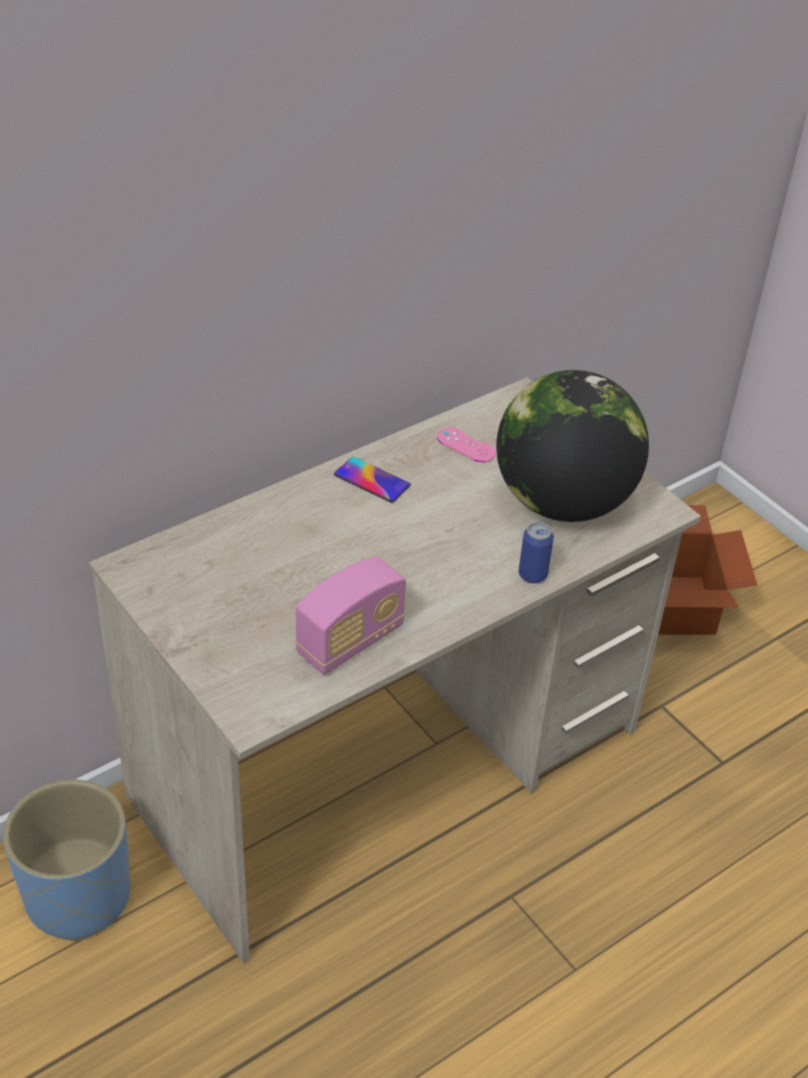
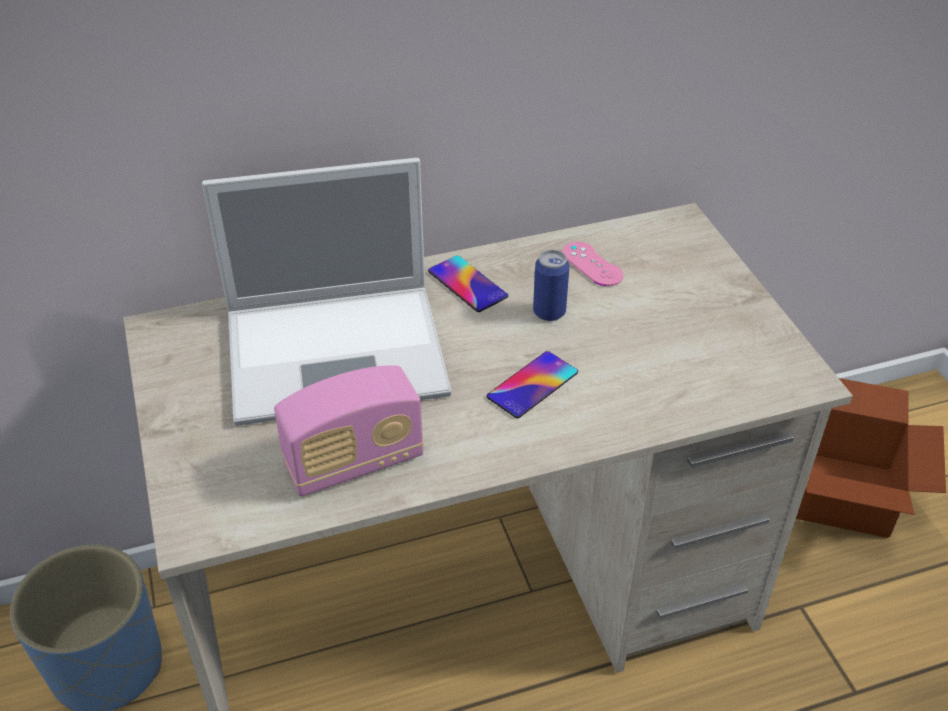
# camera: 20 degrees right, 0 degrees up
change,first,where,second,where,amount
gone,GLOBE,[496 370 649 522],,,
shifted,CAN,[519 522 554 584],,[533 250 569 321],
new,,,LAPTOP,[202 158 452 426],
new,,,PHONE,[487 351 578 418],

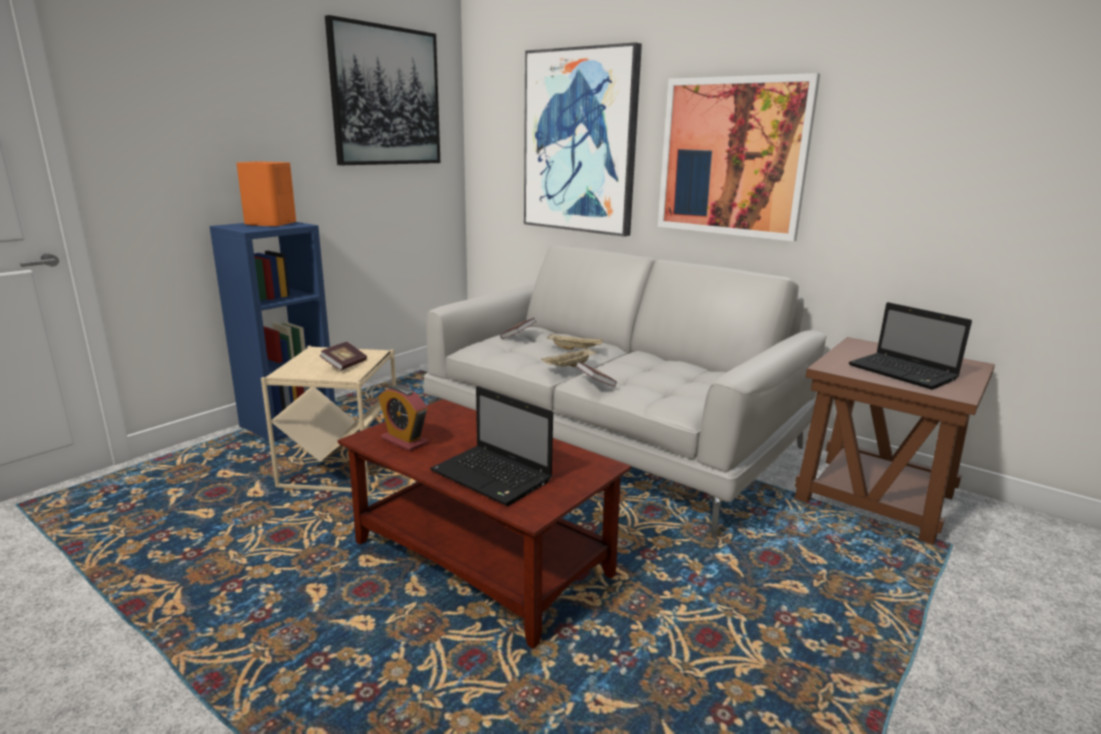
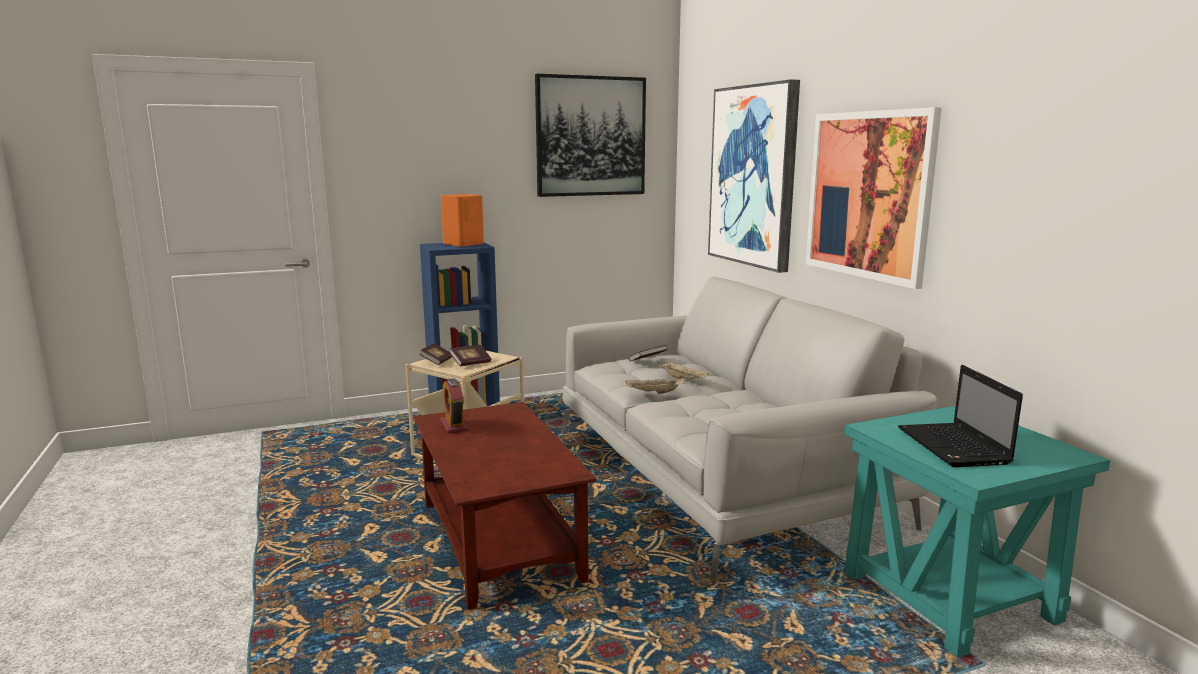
# camera: 30 degrees right, 5 degrees down
change,first,where,second,where,amount
gone,LAPTOP,[430 386 553 506],,,
shifted,BOOK,[576 361 617 387],,[419 343 452 365],
repainted,BROWN SIDE TABLE,[795 337 995 545],TURQUOISE SIDE TABLE,[844 406 1110 657],

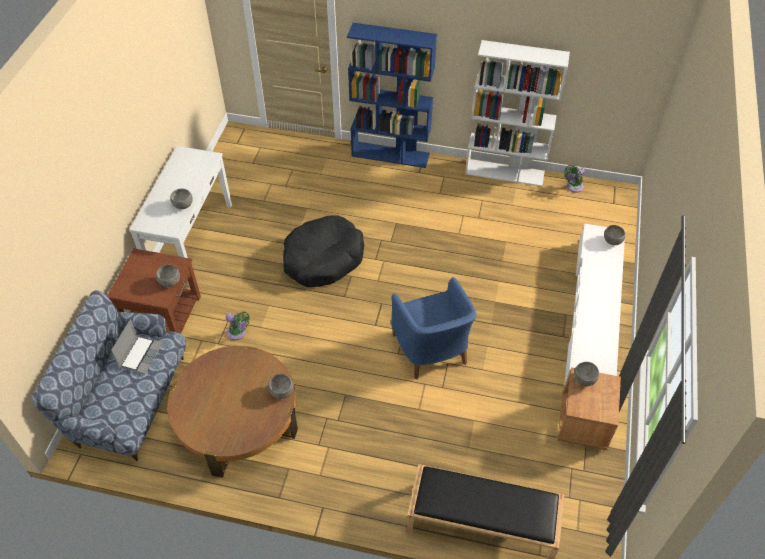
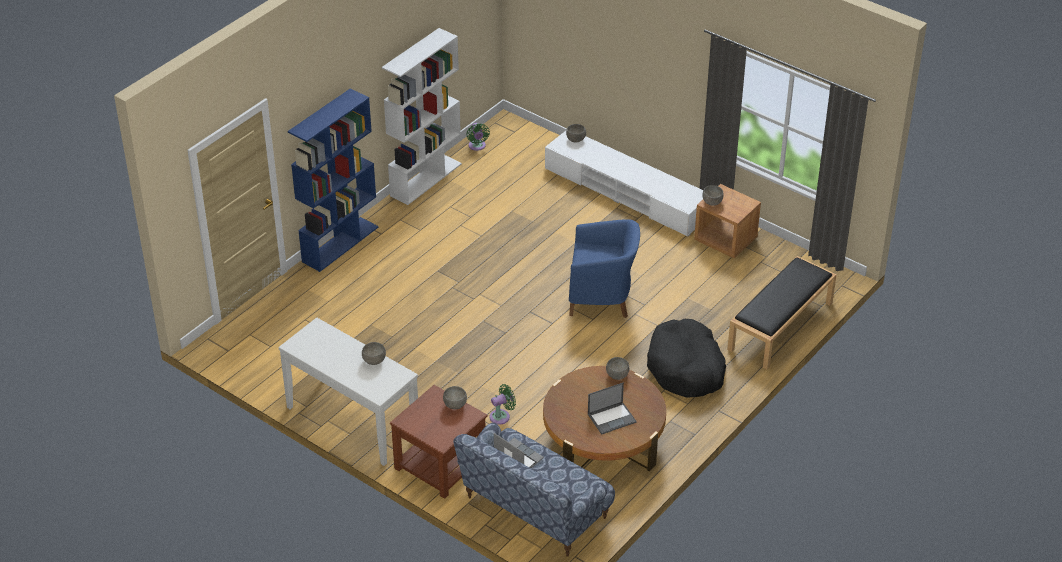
# camera: 65 degrees left, 10 degrees down
change,first,where,second,where,amount
shifted,BLACK DOG BED,[283 216 364 287],,[647 319 726 398],
new,,,LAPTOP,[588 382 637 435],

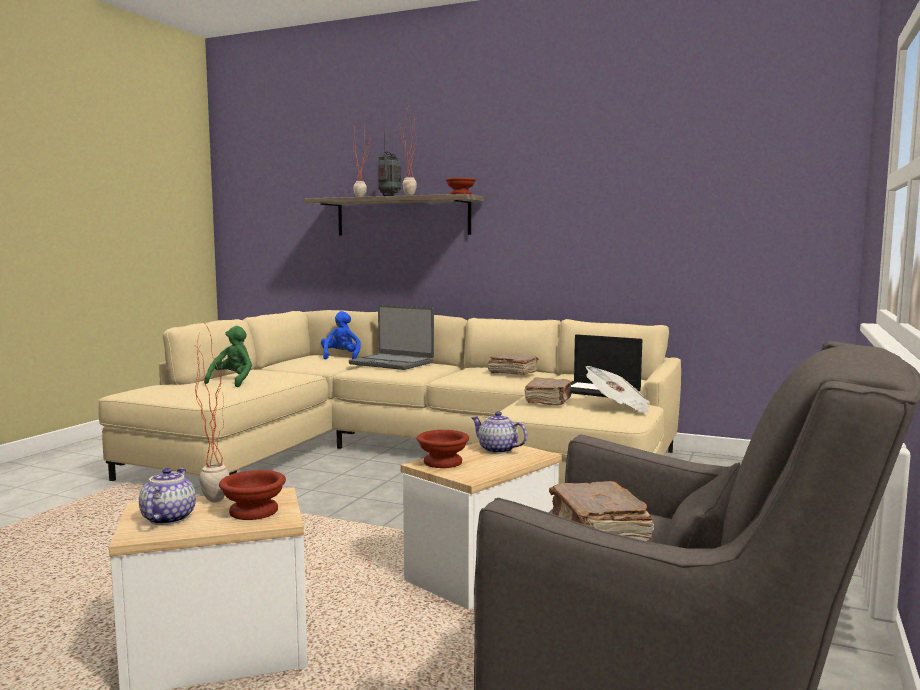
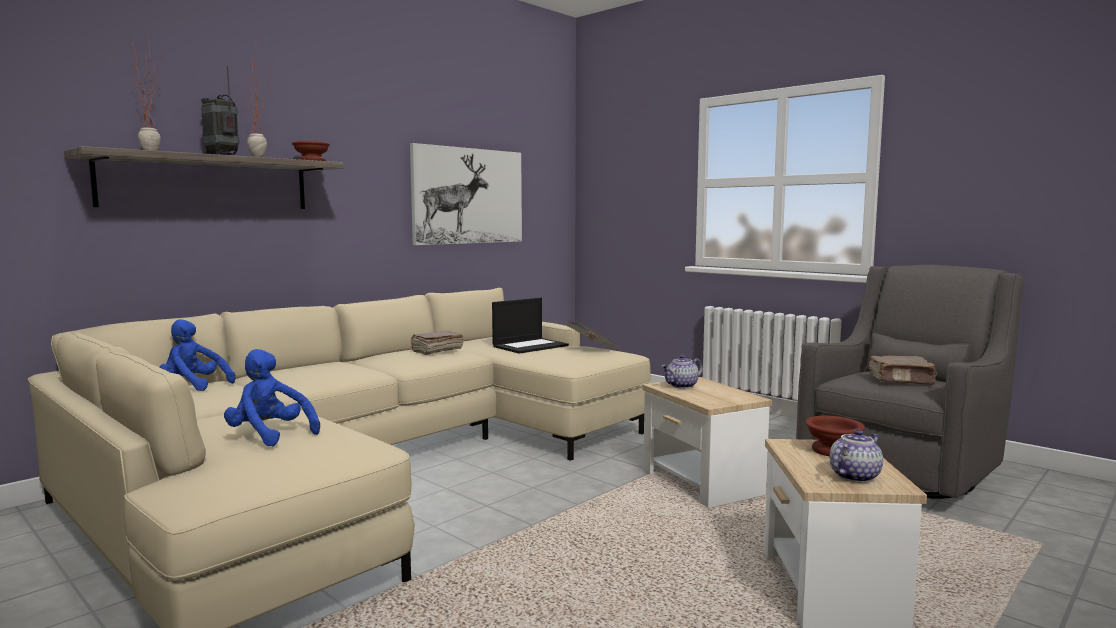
# camera: 70 degrees left, 0 degrees up
change,first,where,second,where,amount
rotated,TEAPOT,[139 468 196 525],,[830 429 883 483],120 degrees clockwise
gone,POTTED PLANT,[195 324 229 503],,,
repainted,GREEN PLUSH TOY,[204 326 252 387],BLUE PLUSH TOY,[224 349 320 446],
gone,LAPTOP,[349 305 434 370],,,
gone,BROWN BOWL,[417 430 469 468],,,
gone,BROWN BOOK,[525 377 571 406],,,
new,,,PICTURE,[410 143 522 245],

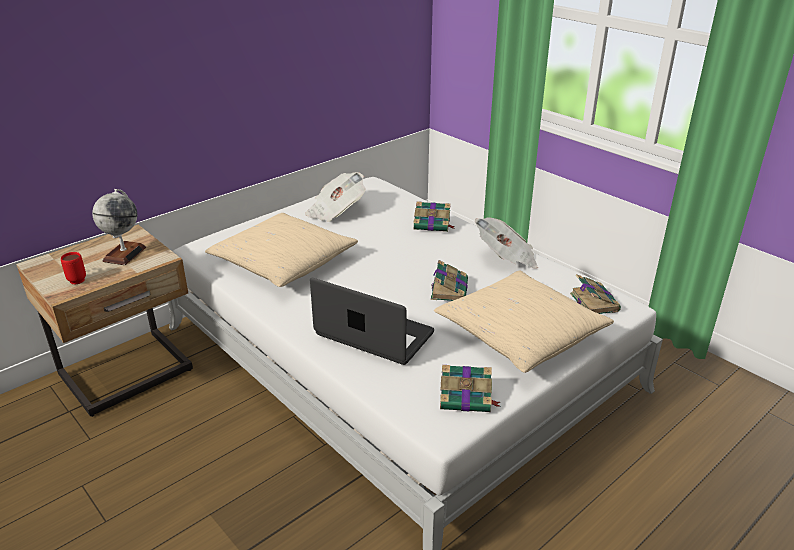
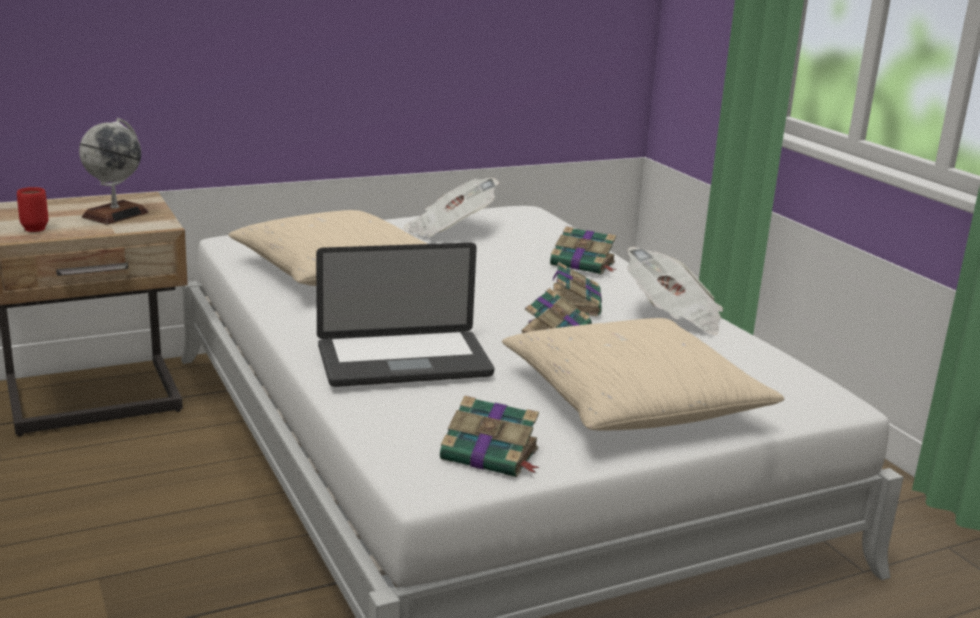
# camera: 15 degrees right, 10 degrees down
change,first,where,second,where,amount
rotated,LAPTOP,[310 278 434 365],,[316 243 494 387],120 degrees clockwise
shifted,BOOK,[570 274 621 314],,[553 262 602 316],

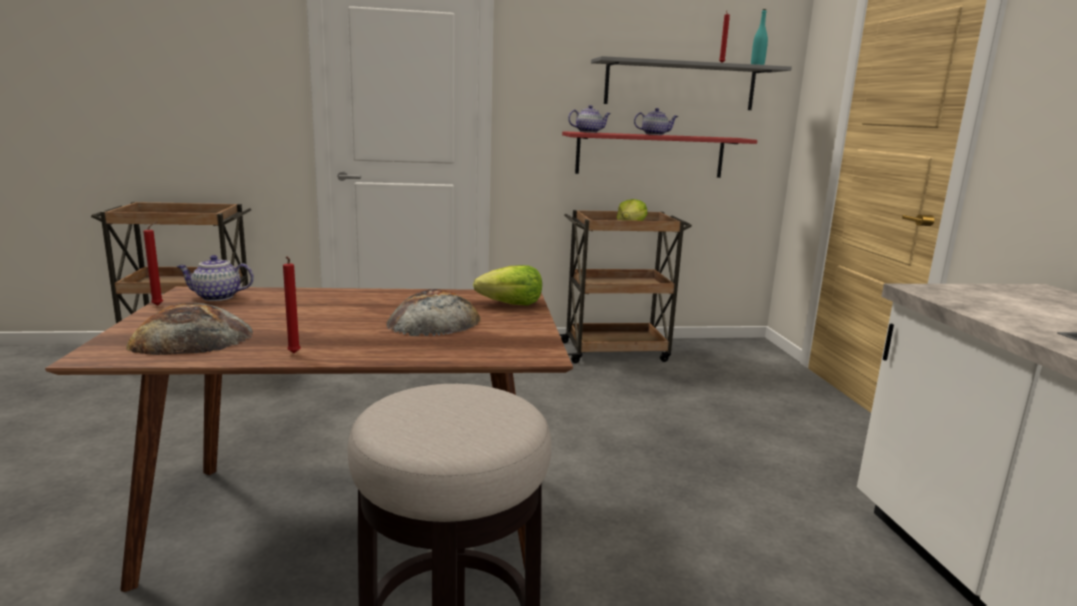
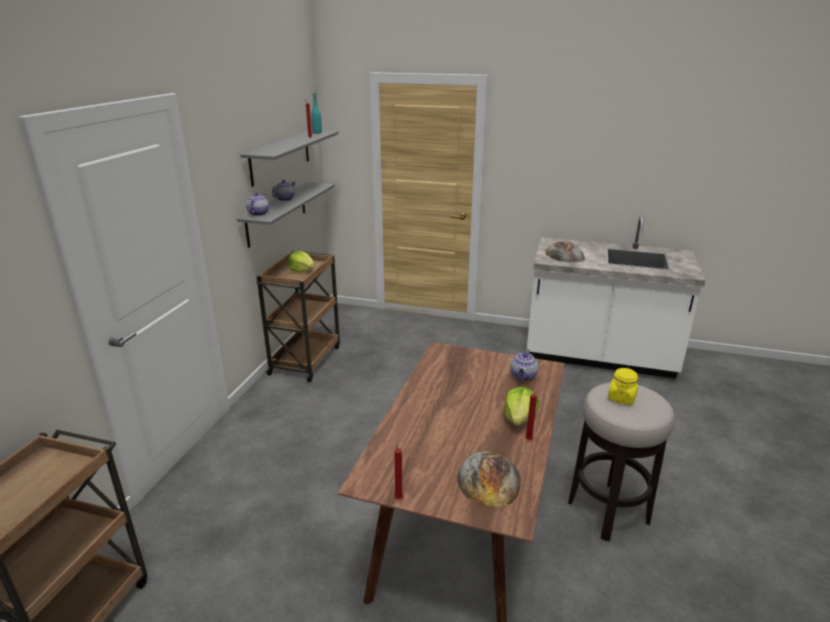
# camera: 65 degrees left, 10 degrees up
change,first,where,second,where,amount
shifted,TEAPOT,[176 255 254 301],,[510 349 539 381],
shifted,BREAD,[386 289 481 336],,[545 242 585 263],
shifted,LETTUCE,[473 265 542 306],,[503 387 539 426],
repainted,RED SHELF,[562 131 757 178],GREY SHELF,[237 182 335 248],
new,,,YELLOW JAR,[608 368 638 405],

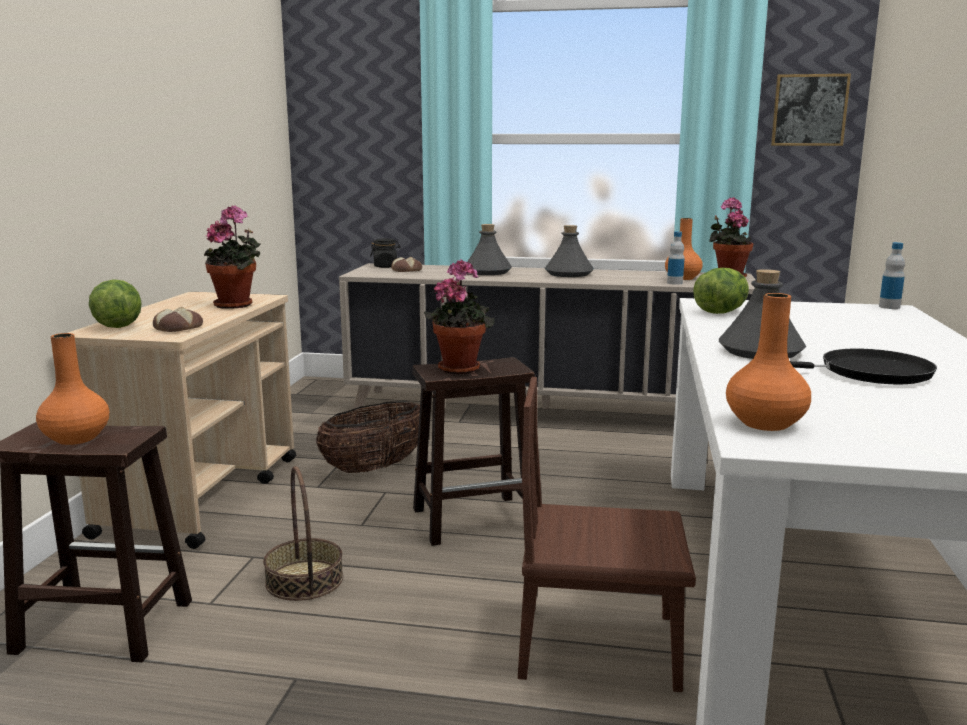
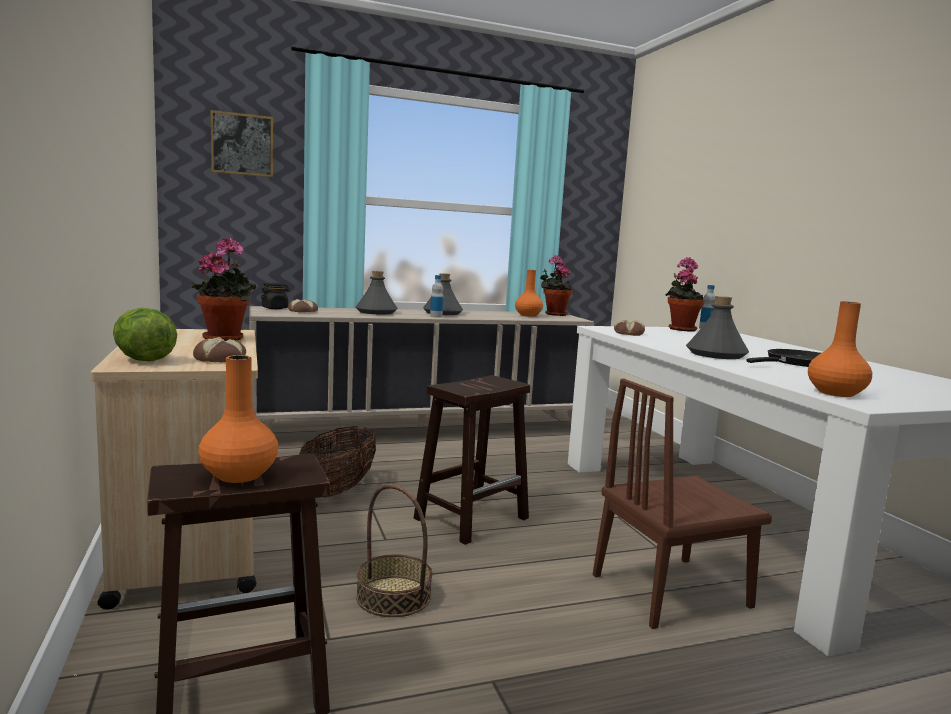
# camera: 30 degrees left, 5 degrees down
change,first,where,second,where,amount
shifted,POTTED PLANT,[424 259 494 374],,[665 257 705 332],
shifted,BOTTLE,[667 231 684 285],,[430 275 444 318],
swapped,LETTUCE,[693 268 749 314],BREAD,[614 320 645 336],
shifted,PICTURE,[771 74 851 146],,[211 110 273 177],

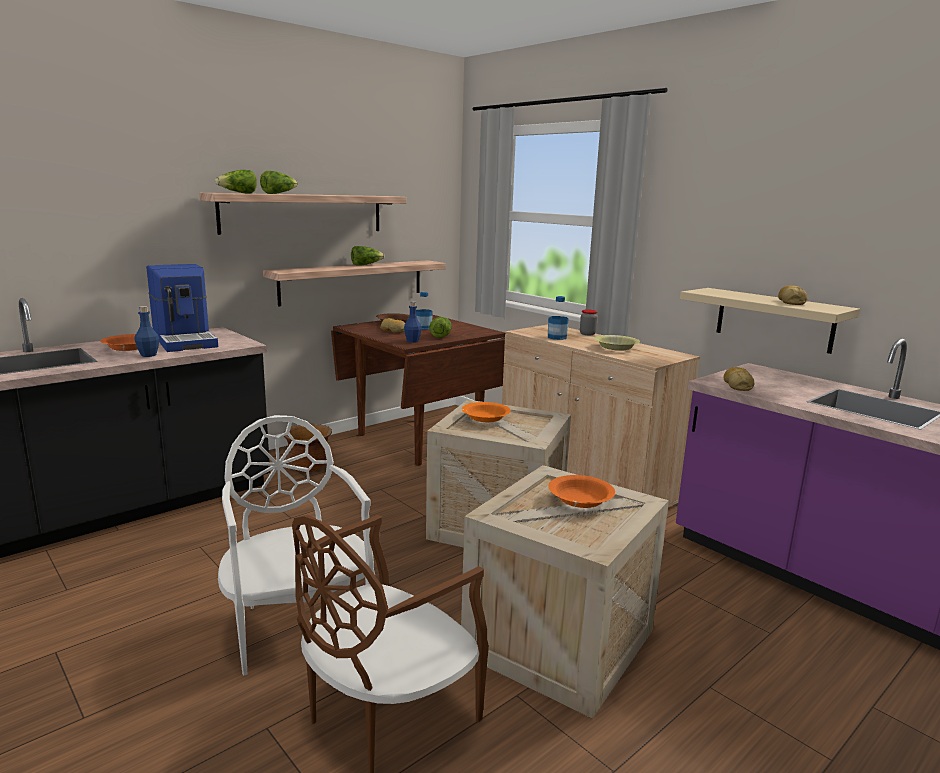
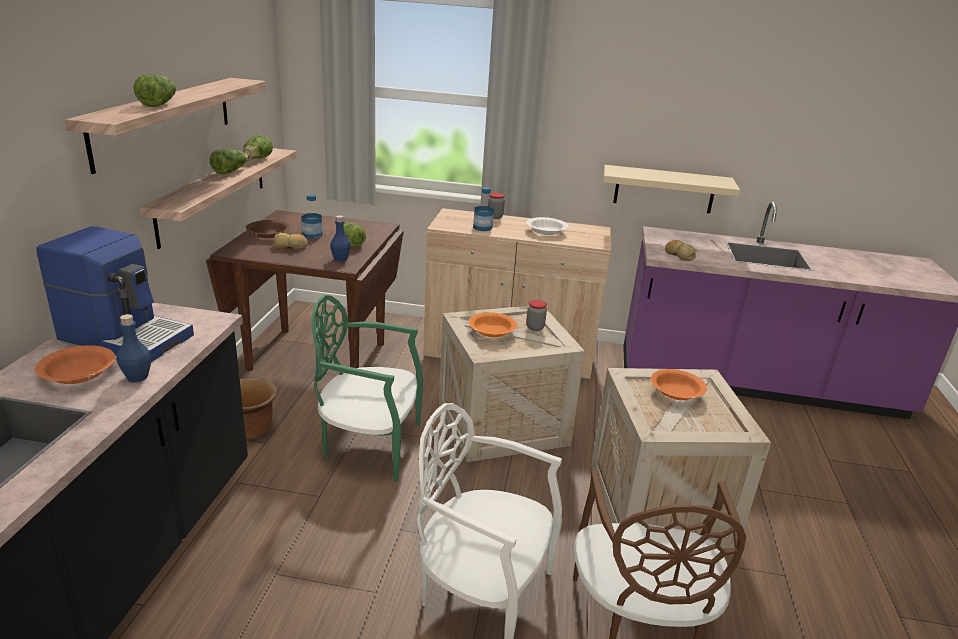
# camera: 40 degrees left, 10 degrees up
change,first,where,second,where,amount
shifted,LETTUCE,[215 170 257 193],,[243 135 273 159],
repainted,YELLOW BOWL,[594 335 640 351],WHITE BOWL,[526 217 568 235],
gone,BREAD,[778 285 807 305],,,
new,,,GREEN CHAIR,[311 295 423 482],
new,,,JAR,[526 300 547 331],

